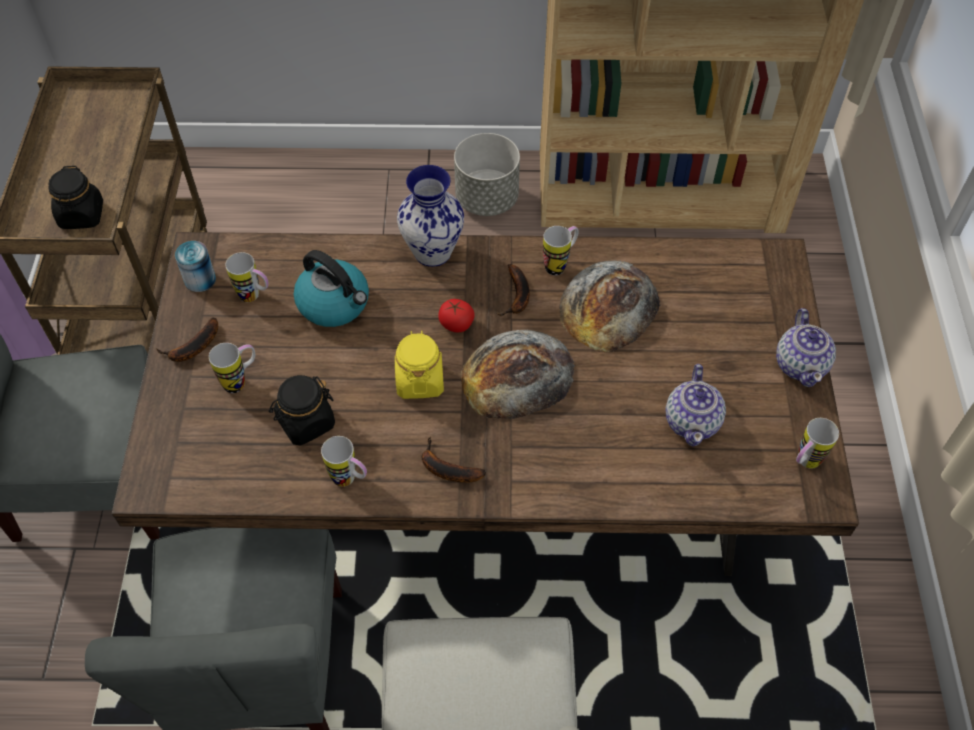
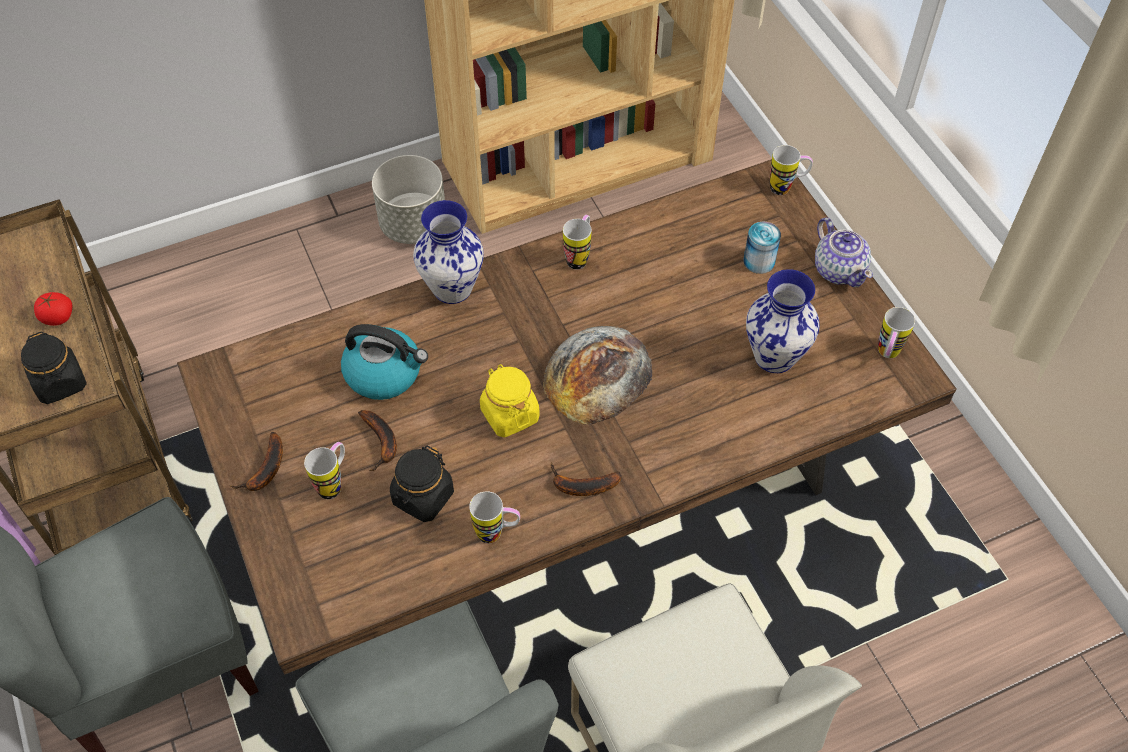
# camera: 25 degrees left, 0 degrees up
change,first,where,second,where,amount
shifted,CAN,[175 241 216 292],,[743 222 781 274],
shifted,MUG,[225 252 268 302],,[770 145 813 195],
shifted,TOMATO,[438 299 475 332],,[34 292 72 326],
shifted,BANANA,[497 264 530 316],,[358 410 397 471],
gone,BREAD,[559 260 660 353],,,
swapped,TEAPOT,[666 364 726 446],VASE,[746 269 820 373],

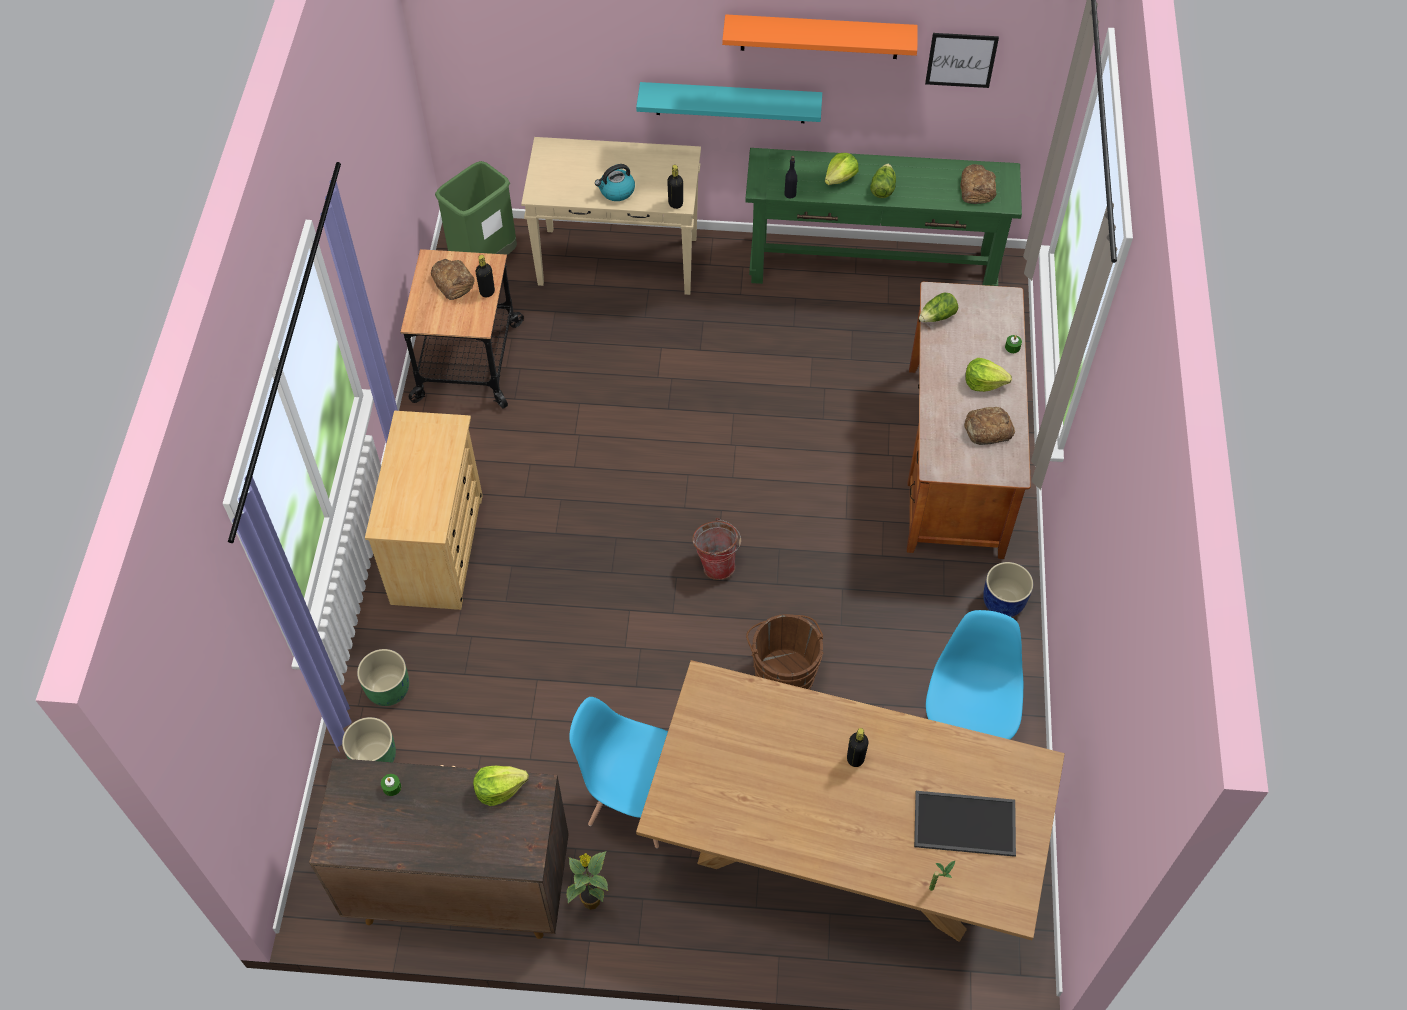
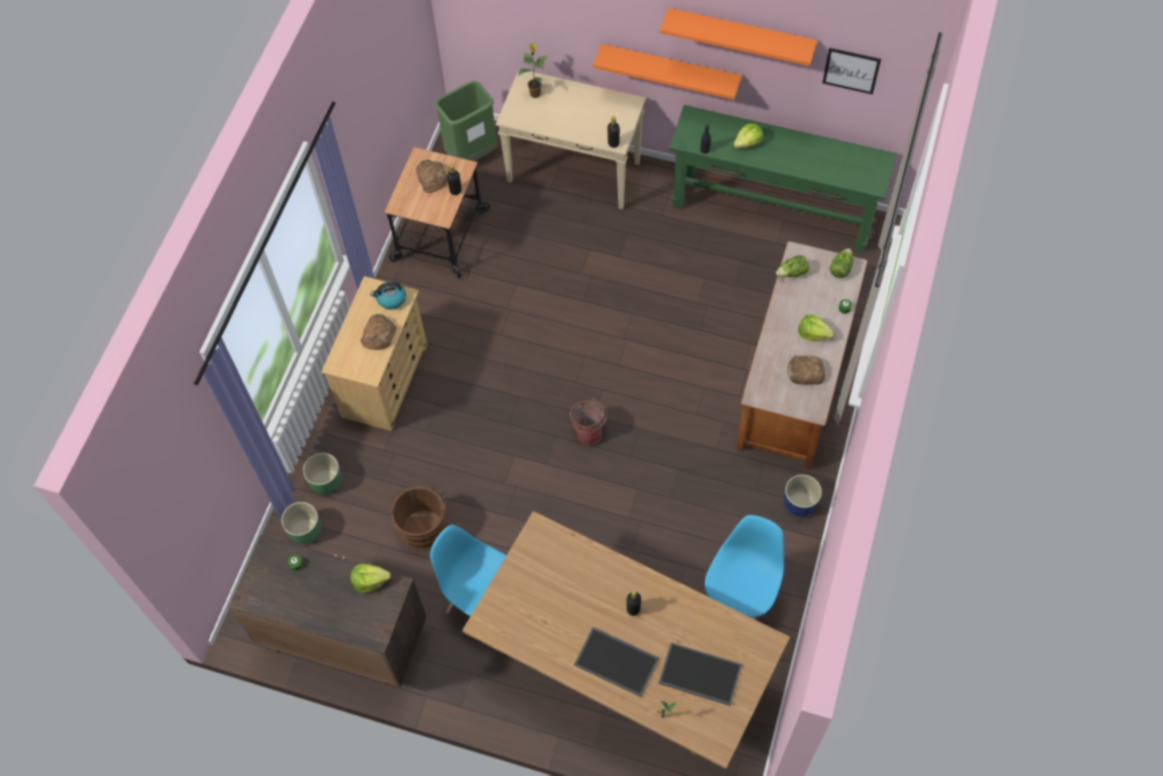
# camera: 15 degrees right, 5 degrees up
change,first,where,second,where,amount
shifted,POTTED PLANT,[567 851 608 910],,[518 43 548 98],
shifted,KETTLE,[595 164 635 201],,[370 281 406 310],
repainted,TURQUOISE SHELF,[636 82 822 123],ORANGE SHELF,[593 44 742 100],
shifted,BROWN BUCKET,[746 614 824 690],,[389 487 446 550],
shifted,LETTUCE,[870 164 896 198],,[829 248 853 278],
shifted,BREAD,[960 164 996 204],,[361 314 396 350],
new,,,TRAY,[574 627 660 697],

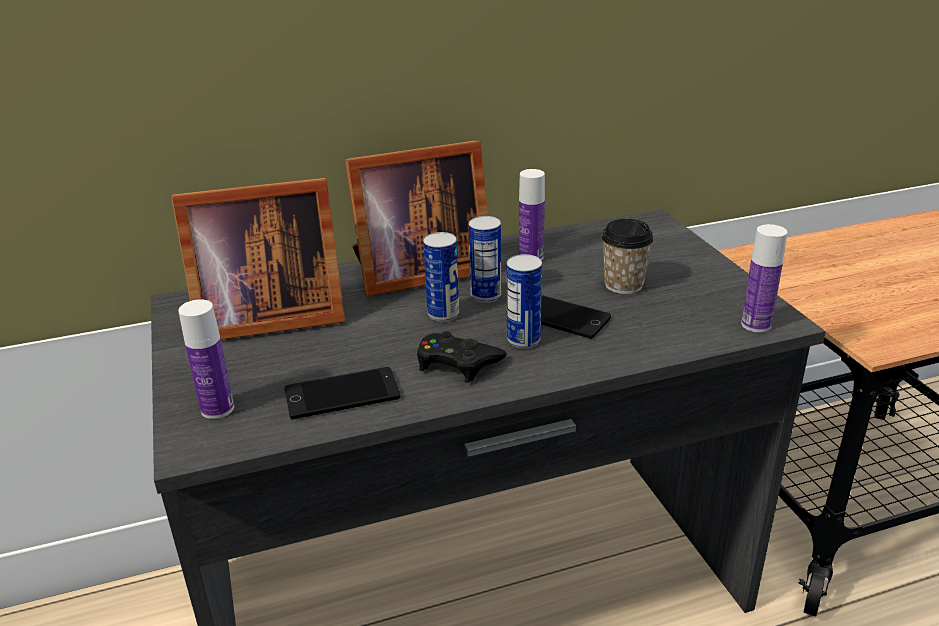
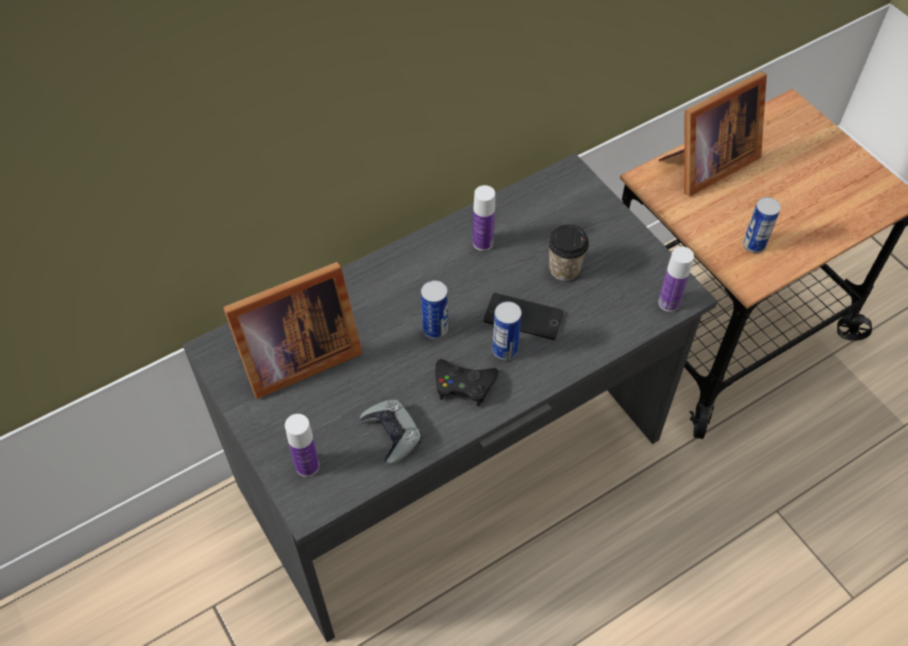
# camera: 15 degrees left, 25 degrees up
change,first,where,second,where,amount
swapped,PHONE,[285 367 400 420],GREY GAME CONTROLLER,[360 400 422 464],
shifted,PICTURE FRAME,[345 140 488 296],,[659 72 767 197],
shifted,CAN,[469 216 501 303],,[743 197 781 253],

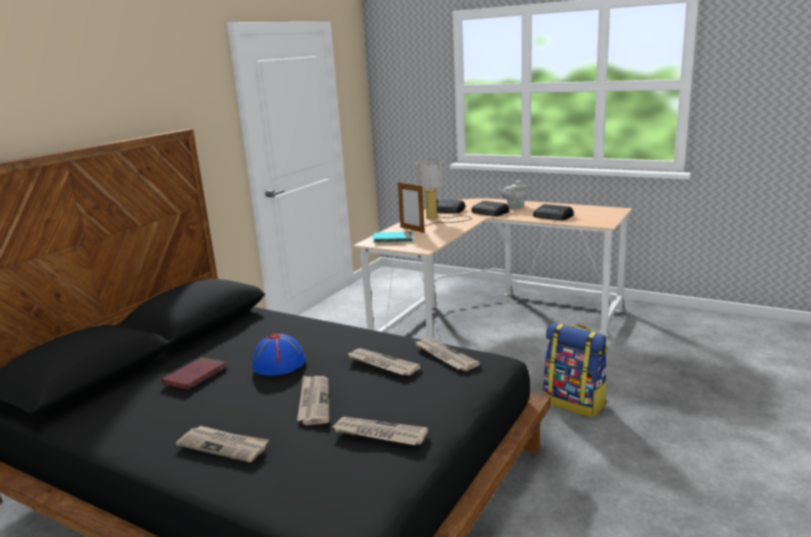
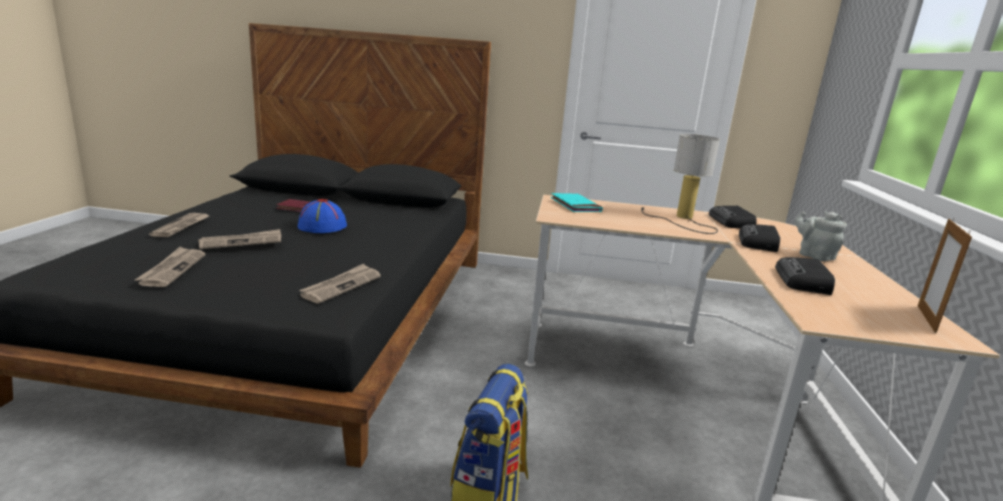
# camera: 65 degrees right, 0 degrees up
change,first,where,second,where,amount
gone,NEWSPAPER,[348 348 421 376],,,
shifted,PICTURE FRAME,[398 182 425 233],,[918 218 972 333],

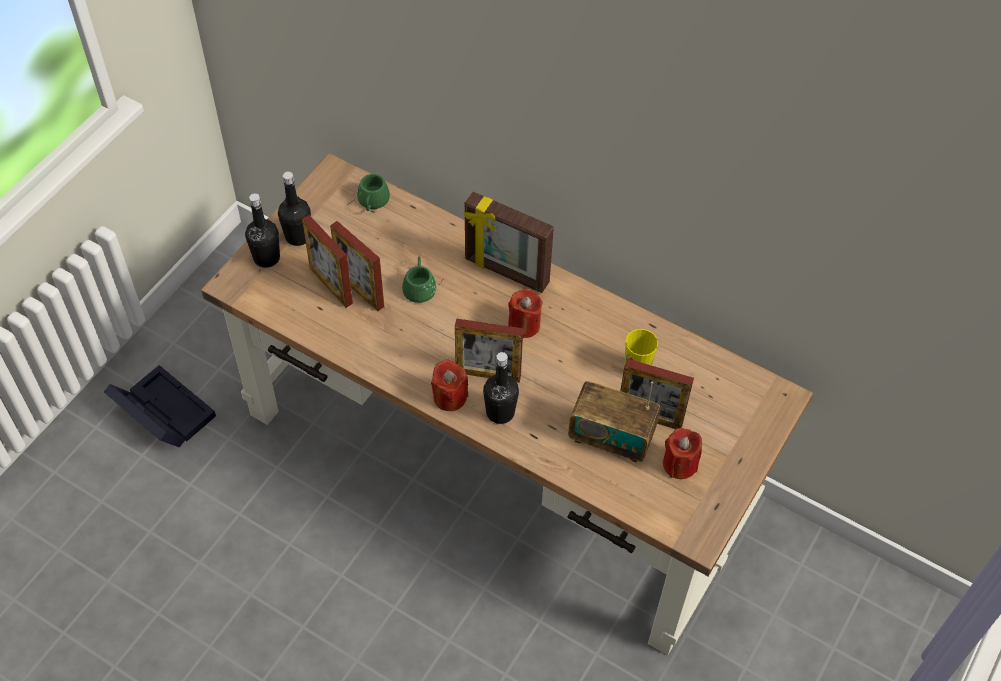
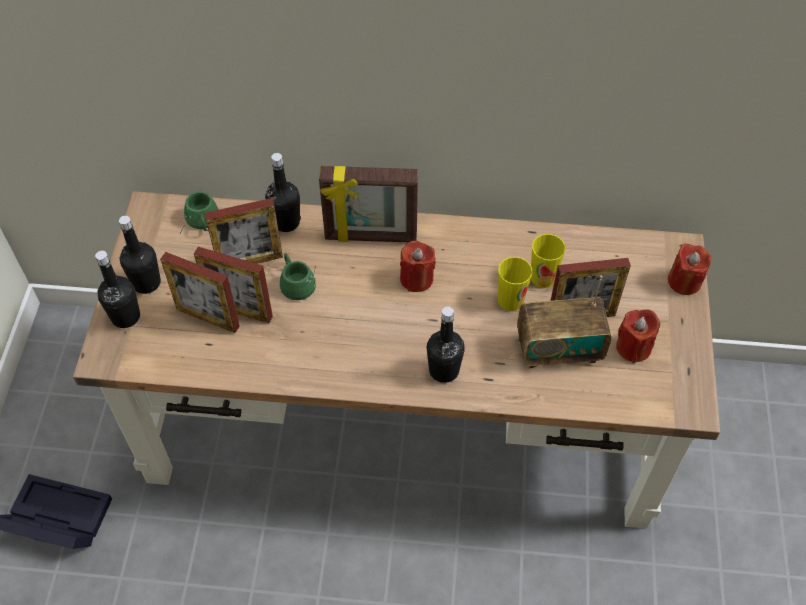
# camera: 25 degrees left, 0 degrees up
change,first,where,second,where,amount
shifted,RED CANDLE,[431 359 468 411],,[668 244 711 295],
shifted,PICTURE FRAME,[455 318 523 383],,[204 198 283 264],
new,,,BLACK BOTTLE,[265 153 301 232],
new,,,CUP,[498 257 532 311],

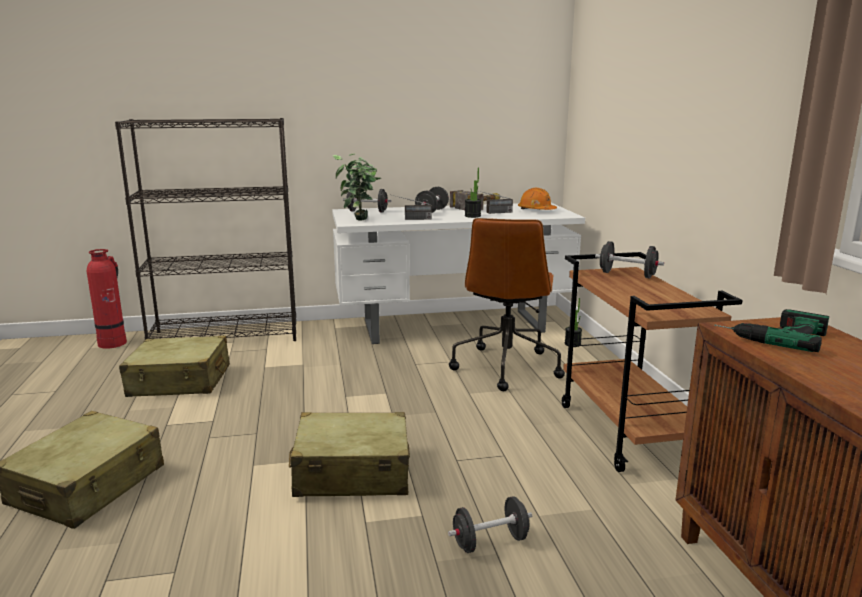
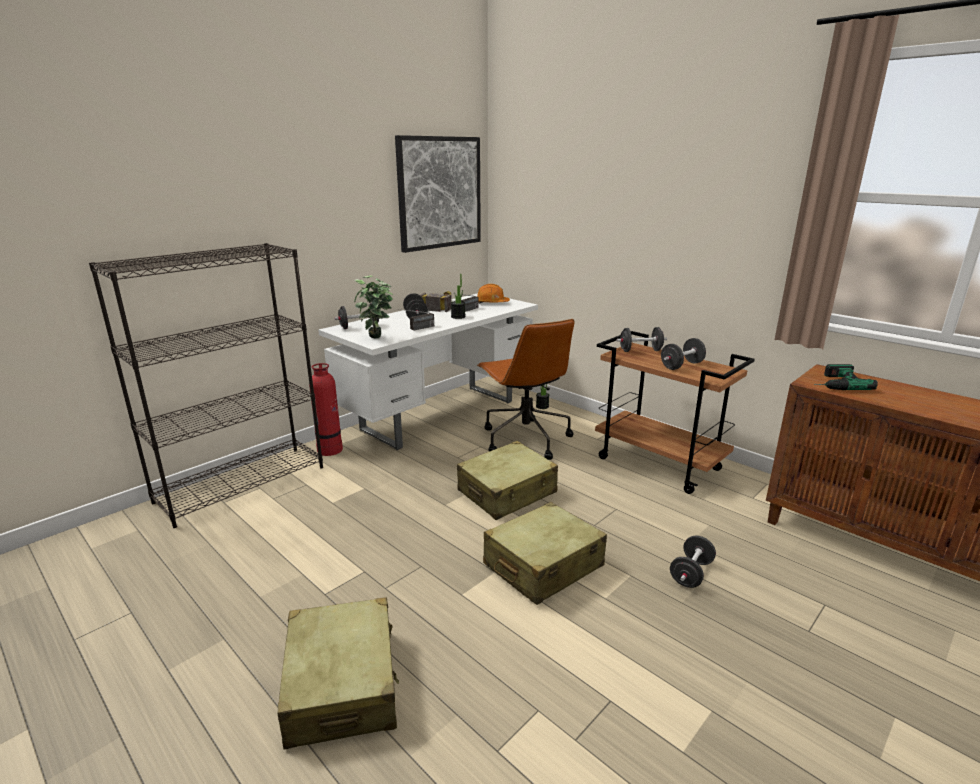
# camera: 35 degrees left, 5 degrees up
change,first,where,second,where,amount
shifted,FIRE EXTINGUISHER,[87 249 127 349],,[309 363 343 456],
shifted,BEIGE SUITCASE,[119 336 230 397],,[457 441 558 520],
new,,,PICTURE,[395 135 481 253],
new,,,BLACK DUMBBELL,[661 338 706 370],

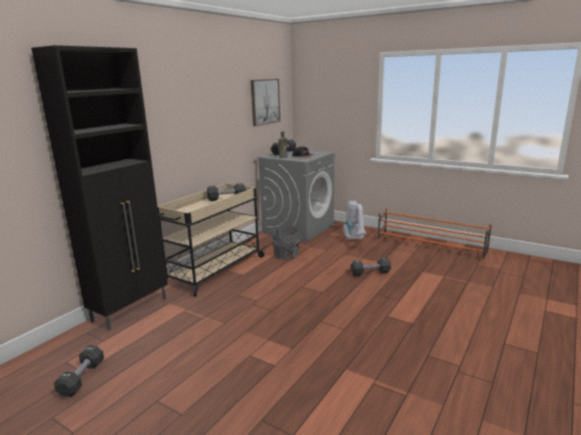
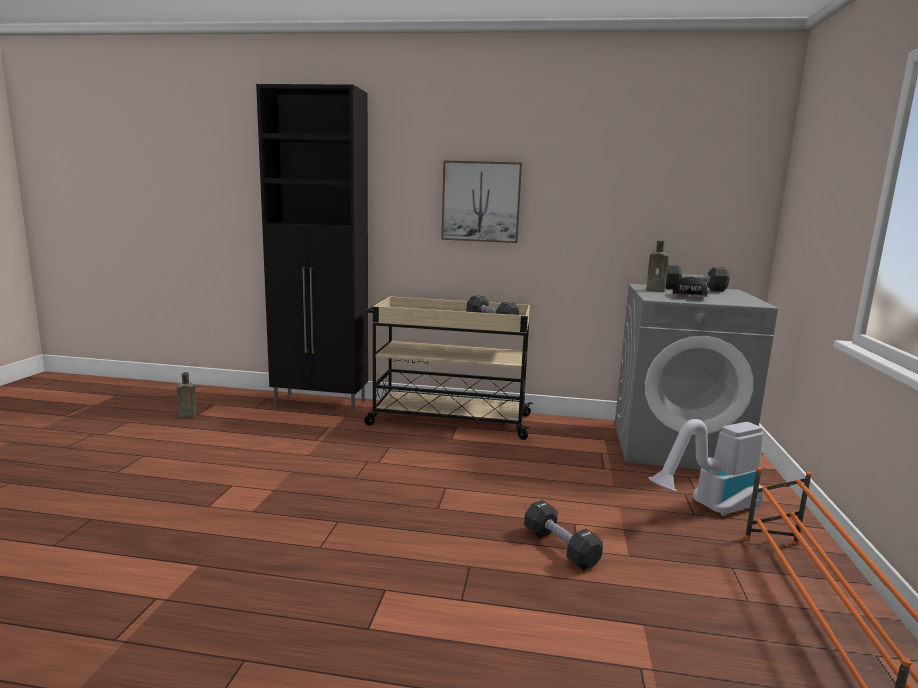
# camera: 65 degrees right, 5 degrees down
change,first,where,second,where,amount
swapped,BLACK DUMBBELL,[54 345 104 397],BROWN BOTTLE,[177 372 197 419],
shifted,PICTURE,[251 79 280 126],,[441 160 522 243],
gone,GREY BUCKET,[272 225 302 260],,,

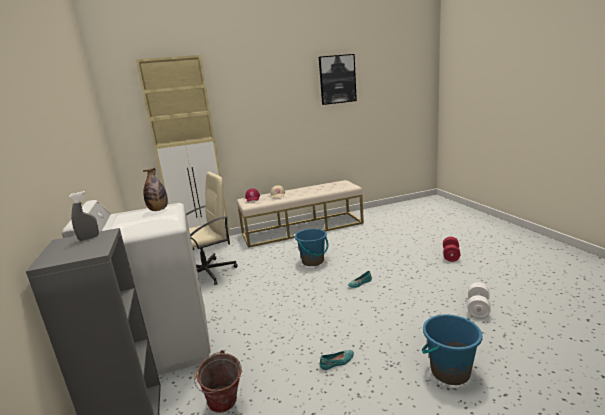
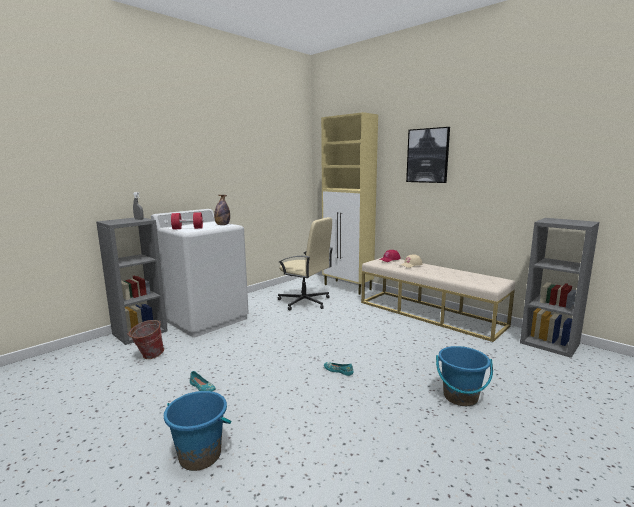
# camera: 60 degrees right, 5 degrees down
change,first,where,second,where,amount
shifted,BLUE BUCKET,[295 229 328 266],,[436 346 493 406],
shifted,PICTURE,[319 54 357 105],,[406 127 450 183],
shifted,RED DUMBBELL,[443 237 460 262],,[171 212 203 230],
gone,WHITE DUMBBELL,[468 282 491 318],,,
new,,,GREY BOOKCASE,[520 218 599 358],

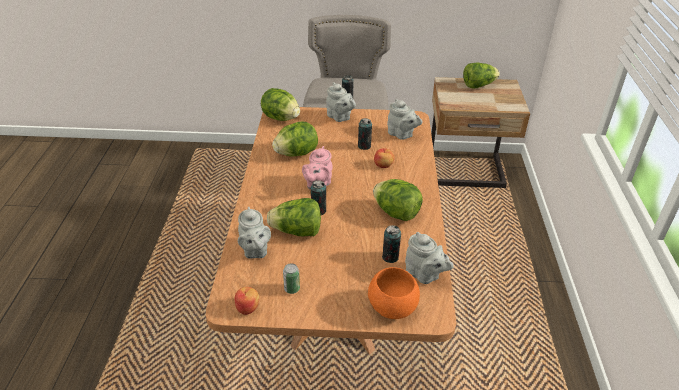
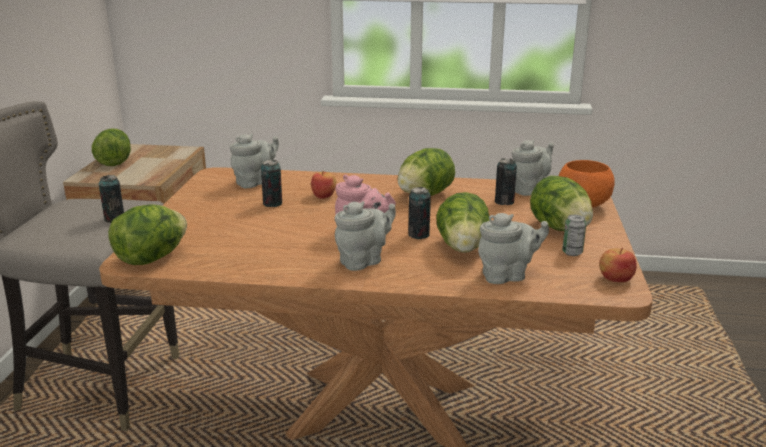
# camera: 85 degrees left, 15 degrees down
change,first,where,second,where,amount
shifted,LETTUCE,[272 122 318 156],,[530 176 593 231],
shifted,GREY TEAPOT,[326 82 356 122],,[335 201 396 271],

